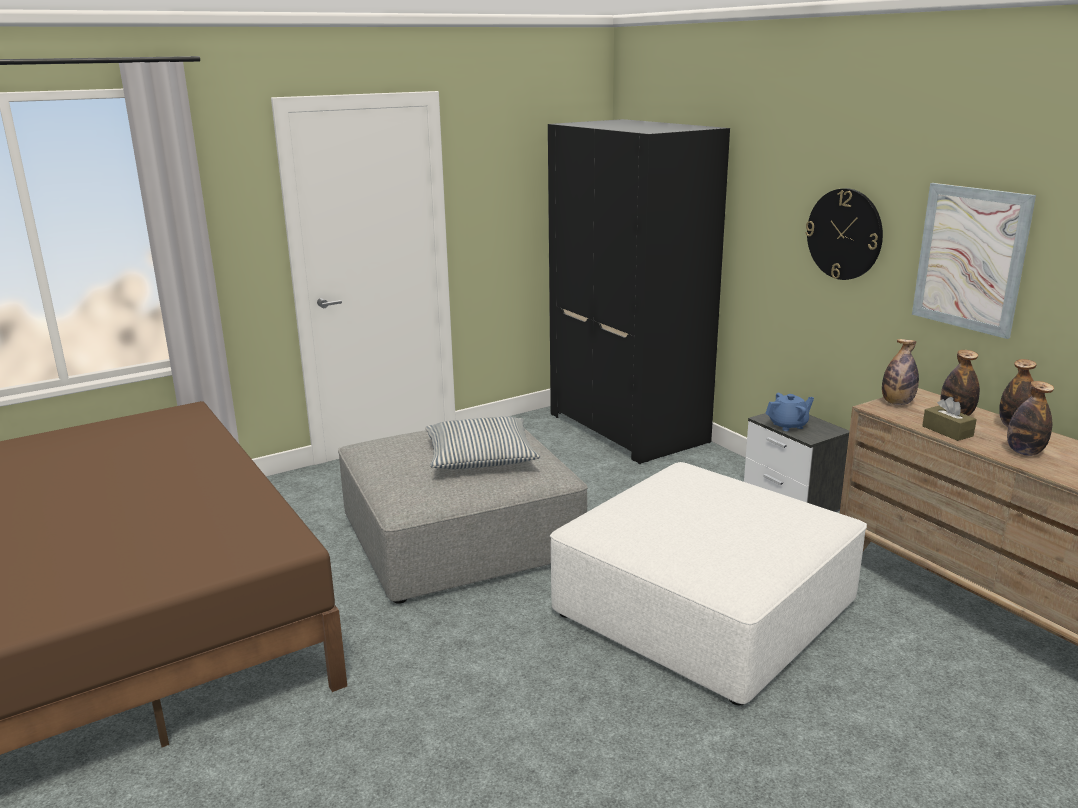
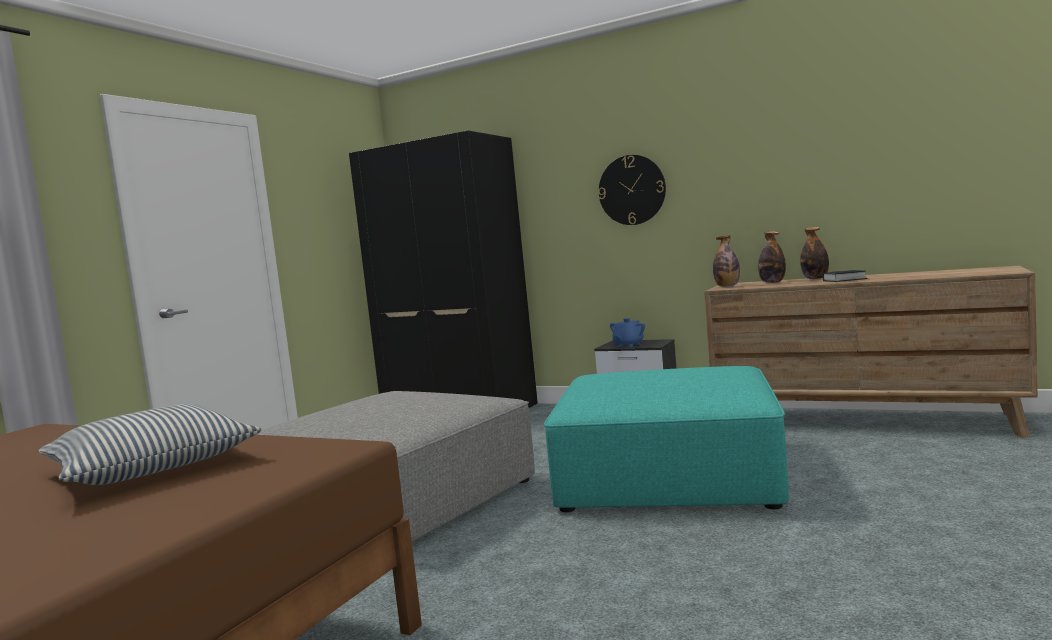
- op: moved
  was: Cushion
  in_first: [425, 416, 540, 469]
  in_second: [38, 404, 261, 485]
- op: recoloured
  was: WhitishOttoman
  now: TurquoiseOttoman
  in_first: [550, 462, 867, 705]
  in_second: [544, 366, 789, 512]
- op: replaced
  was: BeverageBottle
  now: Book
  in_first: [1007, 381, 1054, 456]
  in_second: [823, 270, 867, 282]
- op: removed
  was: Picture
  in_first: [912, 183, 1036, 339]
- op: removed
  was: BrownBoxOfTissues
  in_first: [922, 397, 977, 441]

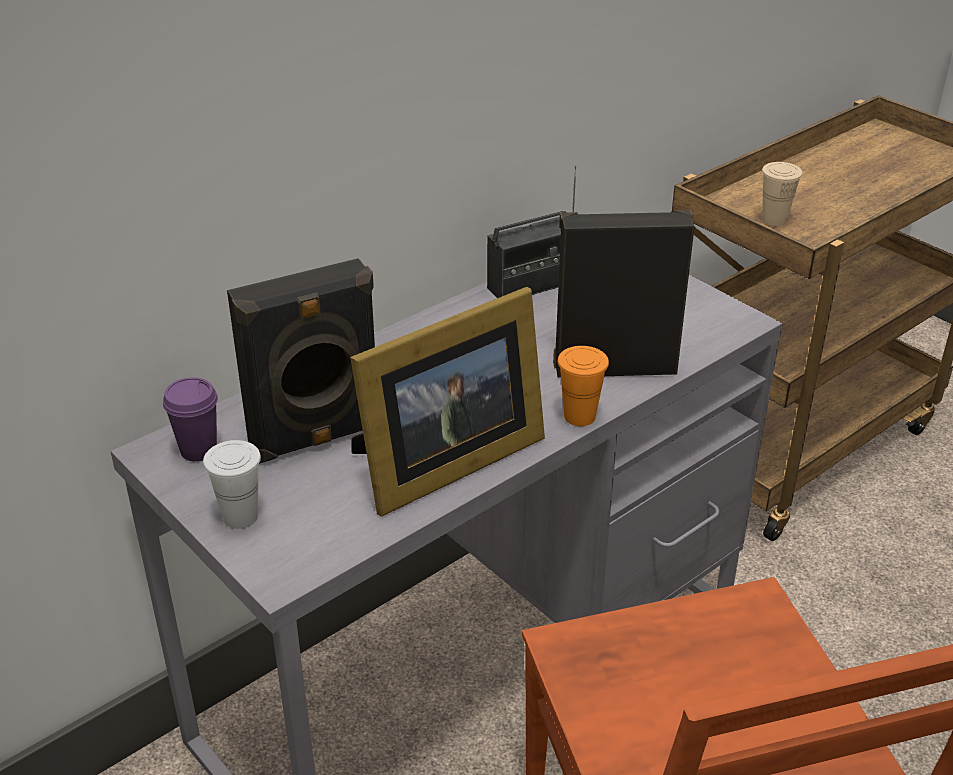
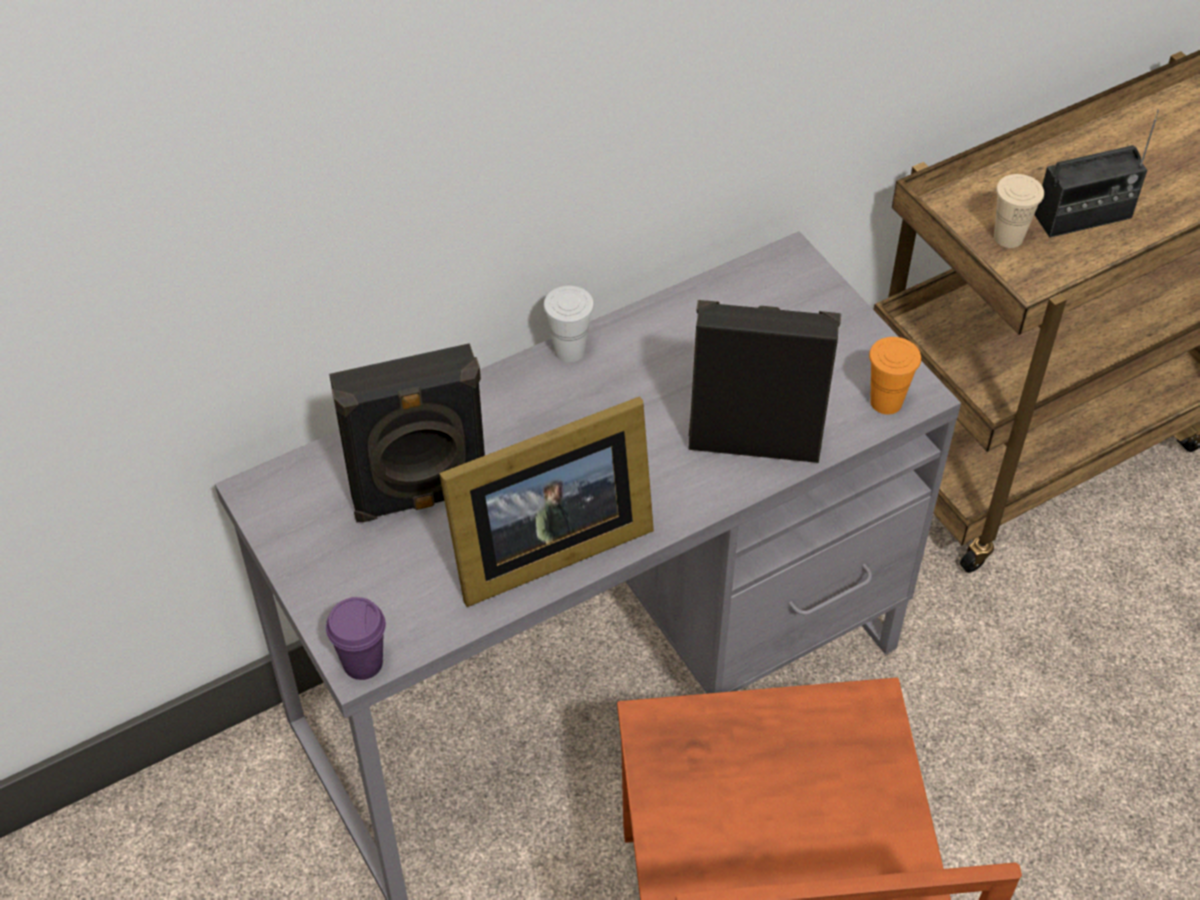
- op: moved
  was: PurplishDrinkingCup
  in_first: [163, 377, 218, 462]
  in_second: [326, 597, 386, 680]
- op: moved
  was: WhitishDrinkingCup
  in_first: [203, 440, 261, 529]
  in_second: [543, 286, 594, 362]
- op: moved
  was: OrangeyDrinkingCup
  in_first: [558, 346, 609, 426]
  in_second: [869, 337, 921, 415]
- op: moved
  was: RadioSet
  in_first: [487, 165, 576, 298]
  in_second: [1035, 109, 1159, 238]

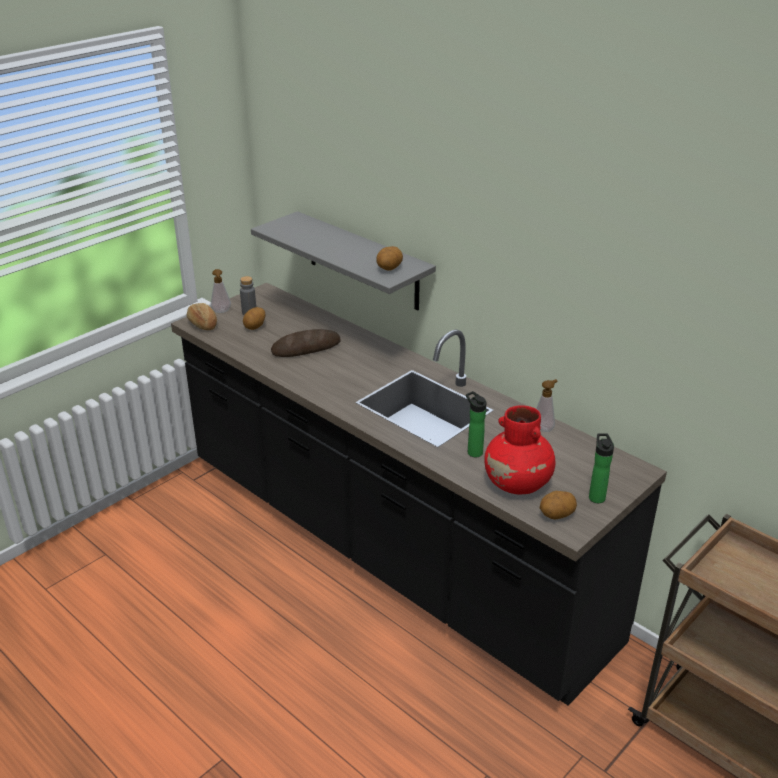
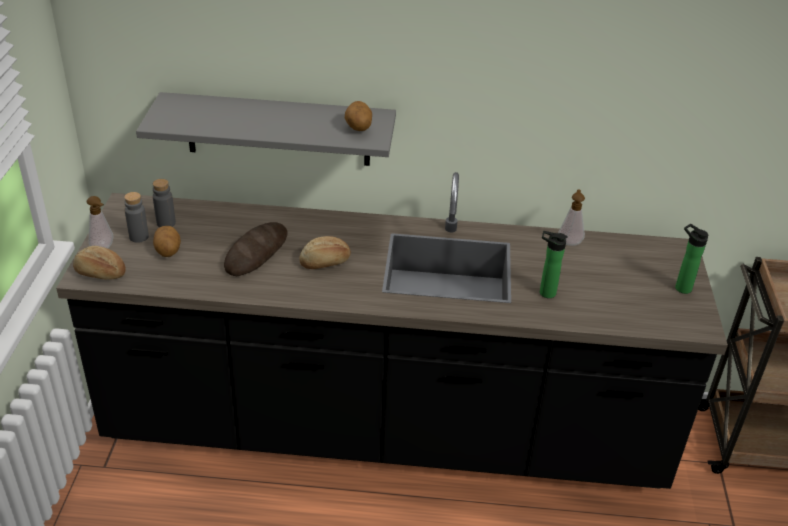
- op: added
  now: GreyishBeverageBottle
  in_second: [153, 179, 176, 227]
- op: added
  now: BakeryBread
  in_second: [299, 236, 351, 269]
- op: removed
  was: RedVase
  in_first: [484, 405, 555, 494]
- op: removed
  was: Spud
  in_first: [540, 491, 577, 519]

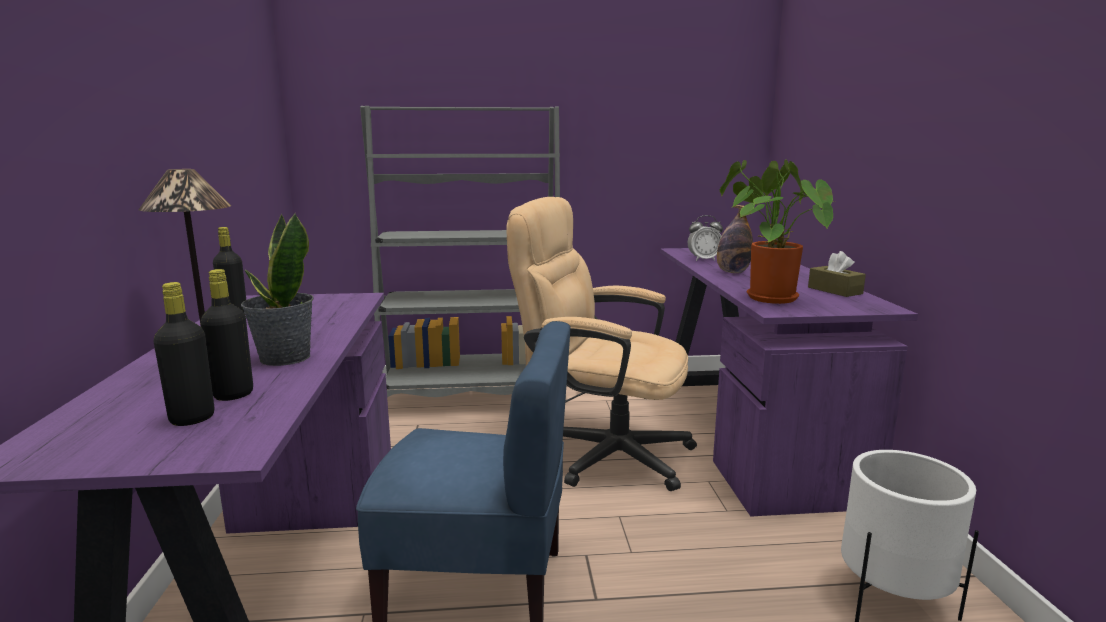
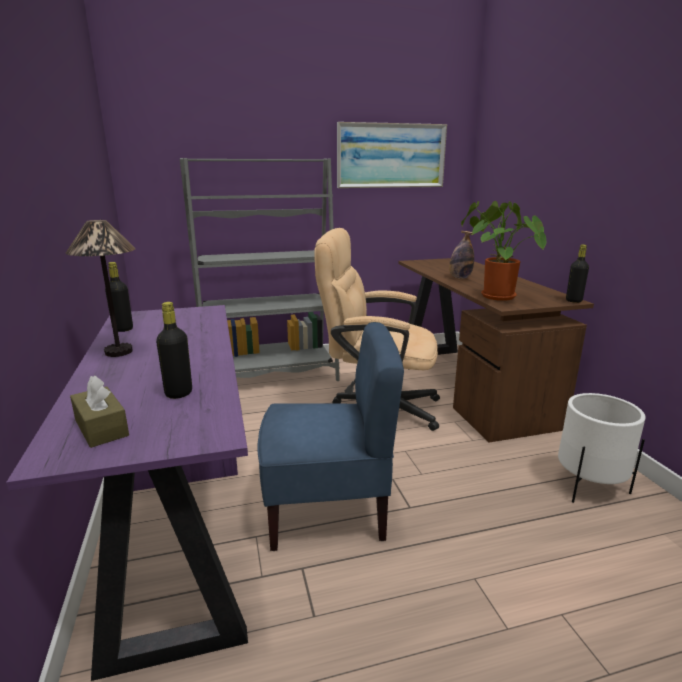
- op: moved
  was: BrownBoxOfTissues
  in_first: [808, 251, 866, 297]
  in_second: [70, 375, 129, 448]
- op: added
  now: Picture
  in_second: [337, 122, 447, 188]
- op: recoloured
  was: PurplishDeskTable
  now: BrownDeskTable
  in_first: [660, 248, 918, 517]
  in_second: [398, 258, 594, 443]
- op: moved
  was: BlackishBeverageBottle
  in_first: [153, 282, 214, 426]
  in_second: [566, 244, 589, 303]
- op: removed
  was: PottedPlant
  in_first: [241, 213, 314, 366]
- op: removed
  was: AlarmClock
  in_first: [688, 215, 723, 261]

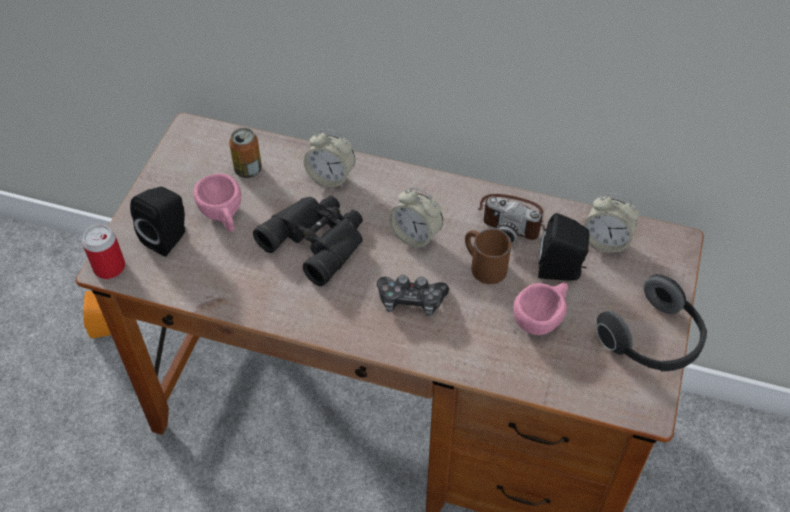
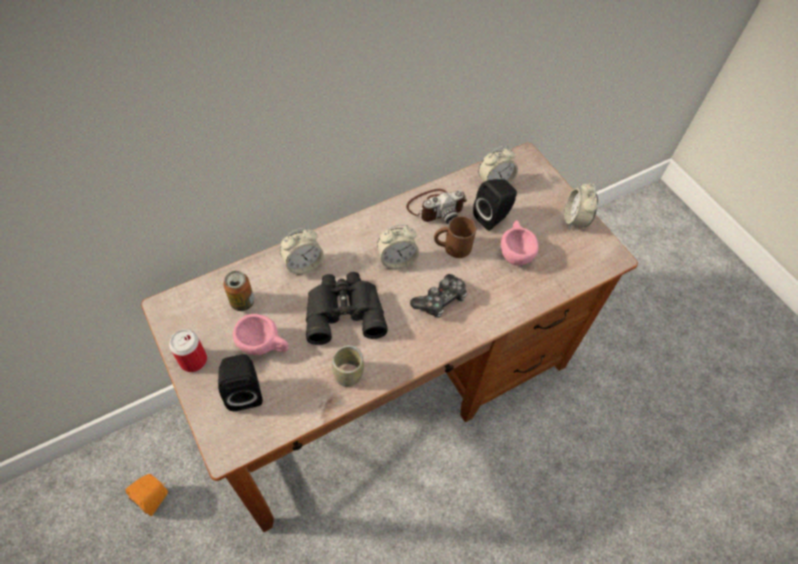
- op: moved
  was: MetalCan
  in_first: [82, 224, 125, 279]
  in_second: [169, 329, 207, 372]
- op: added
  now: DrinkingCup
  in_second: [332, 345, 364, 387]
- op: replaced
  was: PairOfHeadphones
  now: AlarmClock
  in_first: [596, 274, 707, 371]
  in_second: [564, 183, 598, 229]

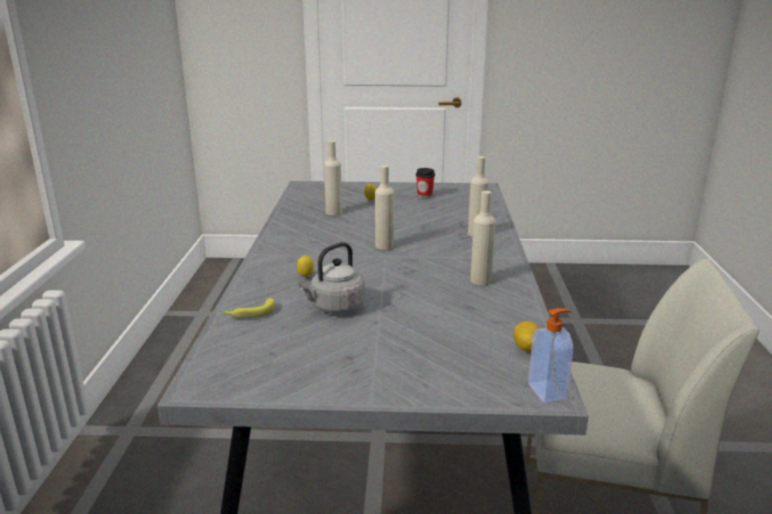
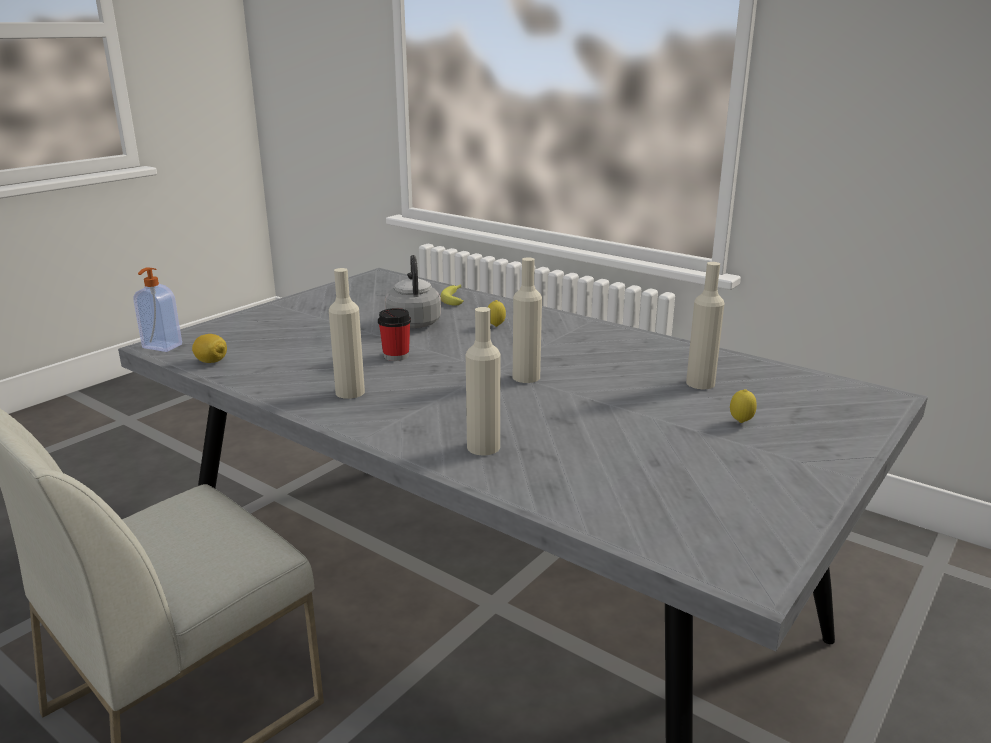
- op: moved
  was: DrinkingCup
  in_first: [416, 168, 435, 199]
  in_second: [378, 308, 411, 361]

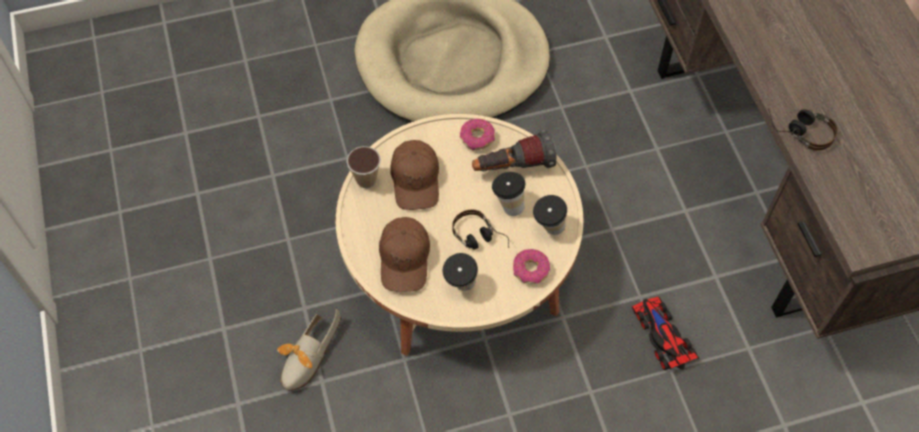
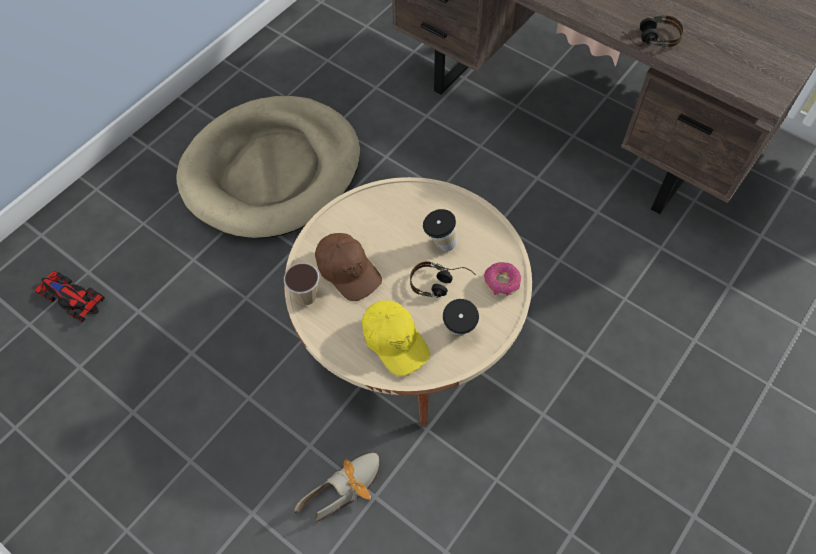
- op: moved
  was: ToyCar
  in_first: [632, 297, 699, 370]
  in_second: [34, 271, 105, 323]
- op: turned
  was: ItemOfFootwear
  in_first: [277, 309, 341, 391]
  in_second: [294, 452, 380, 522]
  clockwise: -120
- op: recoloured
  was: BrownBaseballCap
  now: YellowishBaseballCap
  in_first: [379, 217, 430, 292]
  in_second: [362, 301, 430, 376]
- op: removed
  was: Donut
  in_first: [460, 119, 495, 150]
- op: removed
  was: HandTorch
  in_first: [472, 130, 557, 171]
- op: removed
  was: DrinkingCup
  in_first: [533, 195, 567, 235]

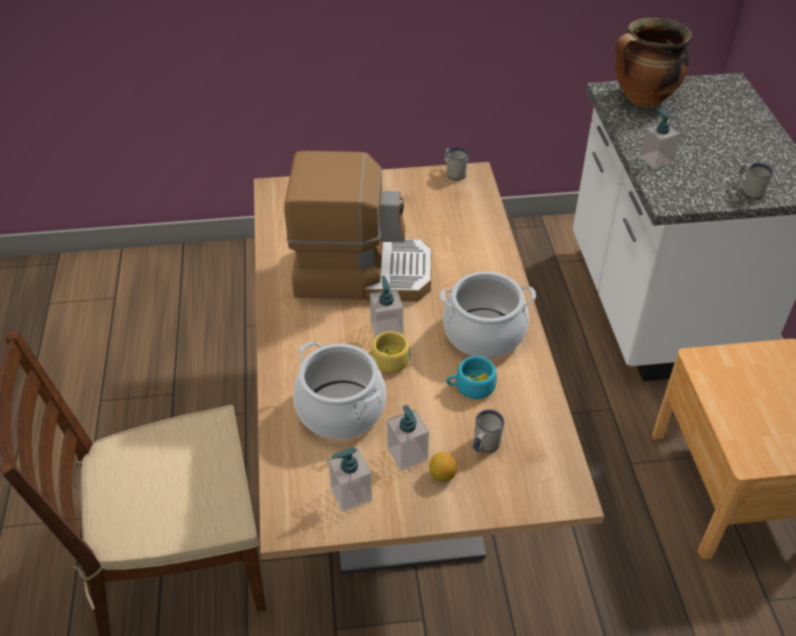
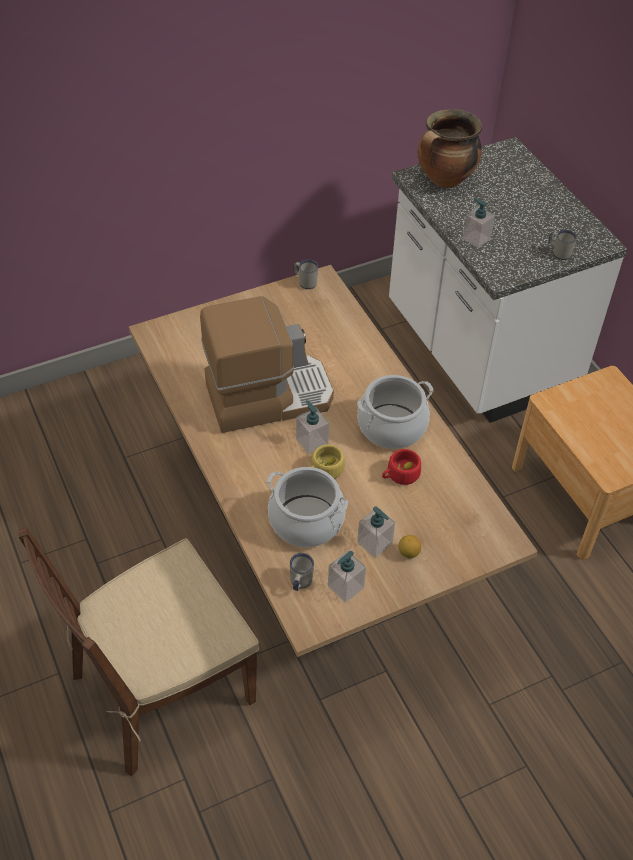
- op: moved
  was: WhitishCoffeeMug
  in_first: [473, 409, 504, 453]
  in_second: [290, 553, 314, 591]
- op: recoloured
  was: TurquoiseDrinkingCup
  now: RedDrinkingCup
  in_first: [446, 356, 497, 399]
  in_second: [382, 449, 421, 485]

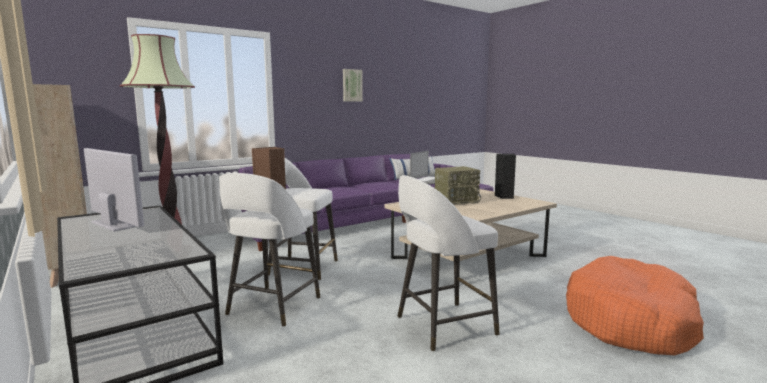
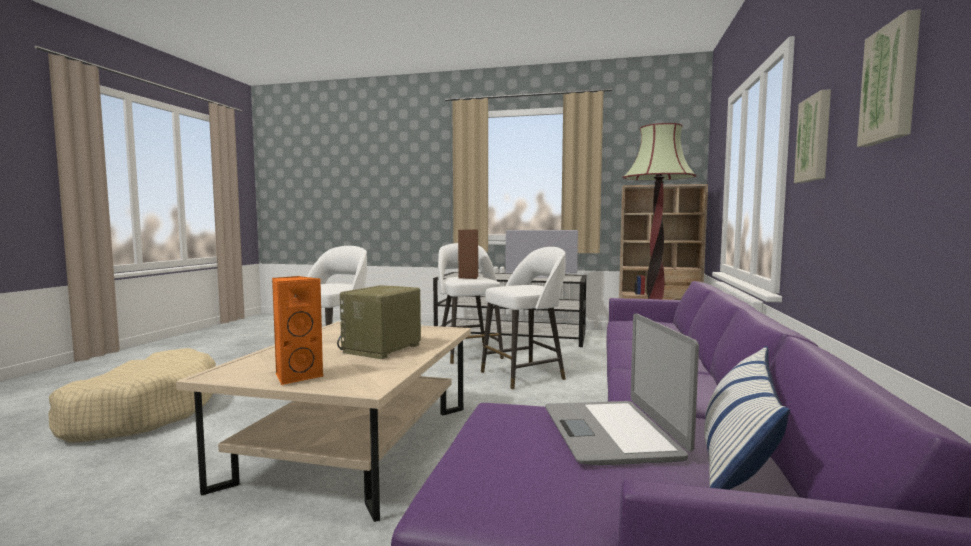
- op: recoloured
  was: OrangeyPetBed
  now: SandColouredPetBed
  in_first: [566, 256, 704, 355]
  in_second: [49, 348, 216, 443]
- op: recoloured
  was: BlackishLoudspeaker
  now: OrangeyLoudspeaker
  in_first: [495, 154, 516, 199]
  in_second: [272, 276, 324, 385]
- op: added
  now: Picture
  in_second: [794, 89, 831, 183]

